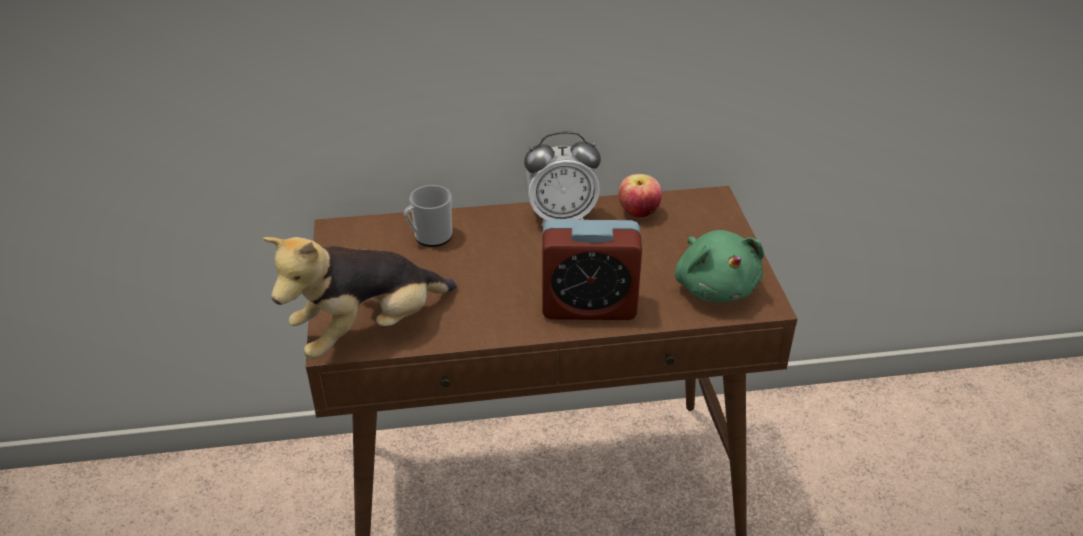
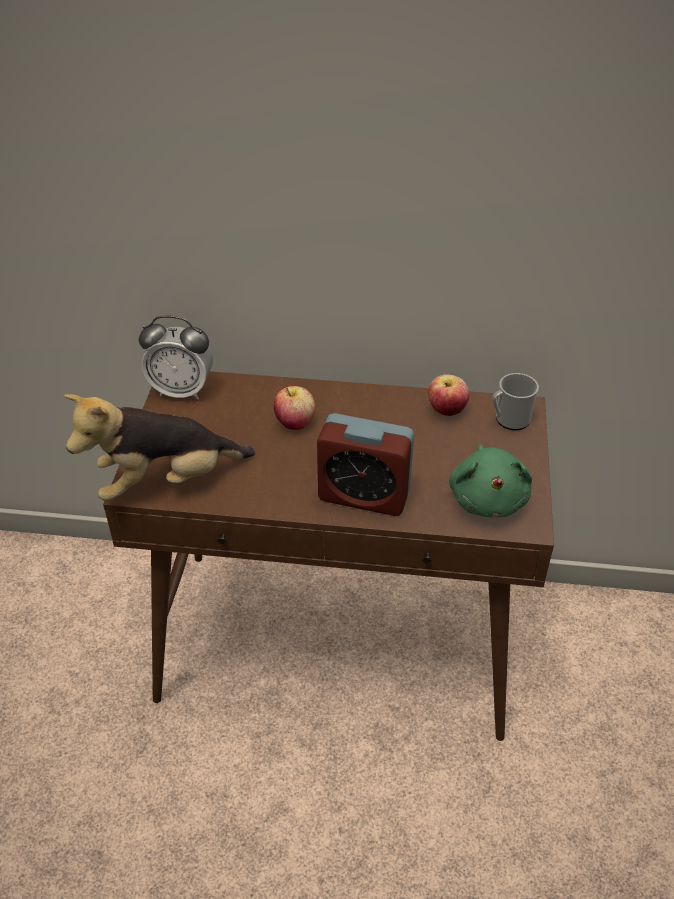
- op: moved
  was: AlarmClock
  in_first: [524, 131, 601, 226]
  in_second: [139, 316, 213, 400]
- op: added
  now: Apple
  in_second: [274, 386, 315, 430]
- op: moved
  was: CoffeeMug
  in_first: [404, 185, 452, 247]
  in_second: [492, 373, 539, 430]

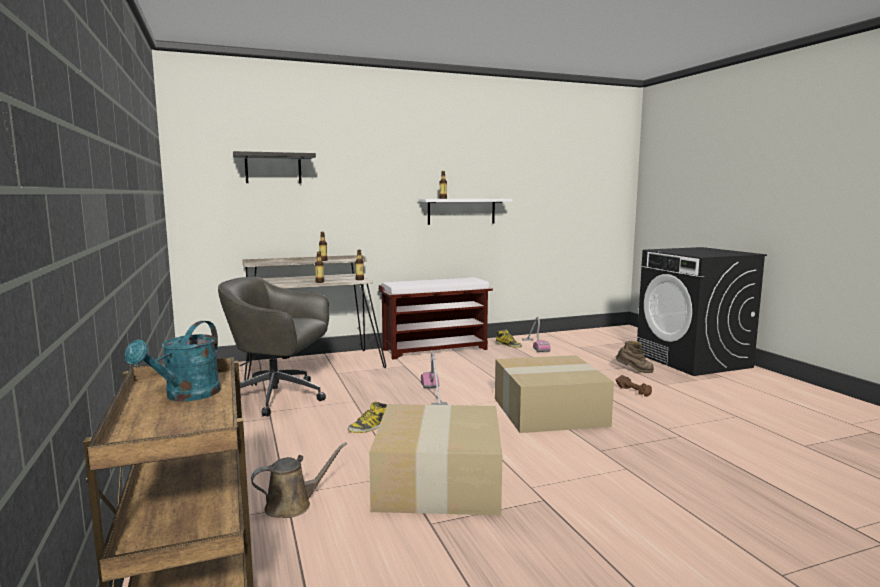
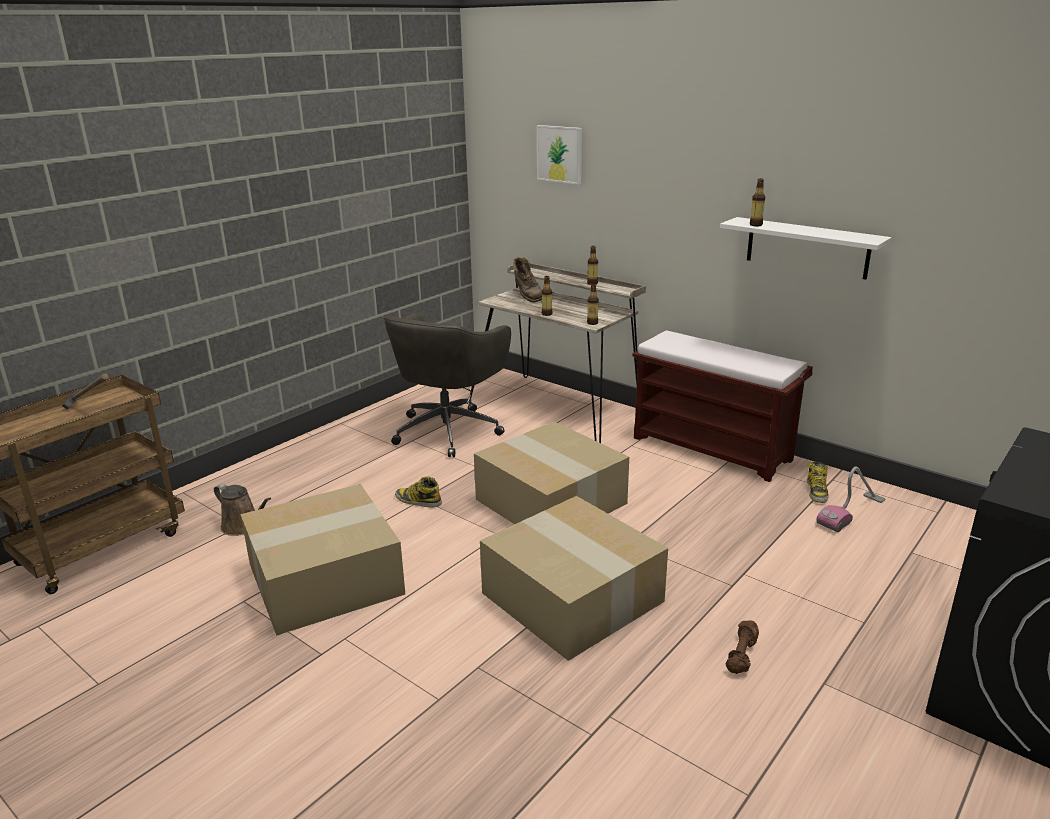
- op: replaced
  was: TurquoiseWateringCan
  now: ToolHammer
  in_first: [125, 321, 221, 401]
  in_second: [62, 374, 109, 409]
- op: turned
  was: GreyishOfficeChair
  in_first: [218, 276, 329, 416]
  in_second: [384, 313, 511, 457]
  clockwise: -135
- op: replaced
  was: VacuumCleaner
  now: PackingBox
  in_first: [421, 352, 448, 405]
  in_second: [474, 421, 629, 524]
- op: moved
  was: BrownHighTopBoot
  in_first: [616, 341, 654, 373]
  in_second: [513, 257, 542, 303]
- op: replaced
  was: BracketShelf
  now: Picture
  in_first: [233, 151, 316, 184]
  in_second: [537, 125, 582, 185]

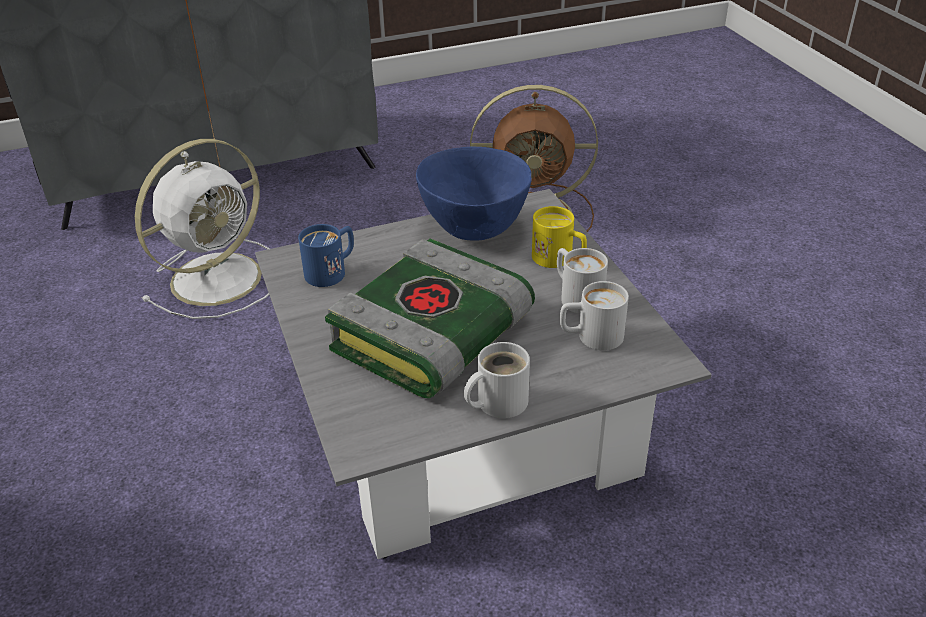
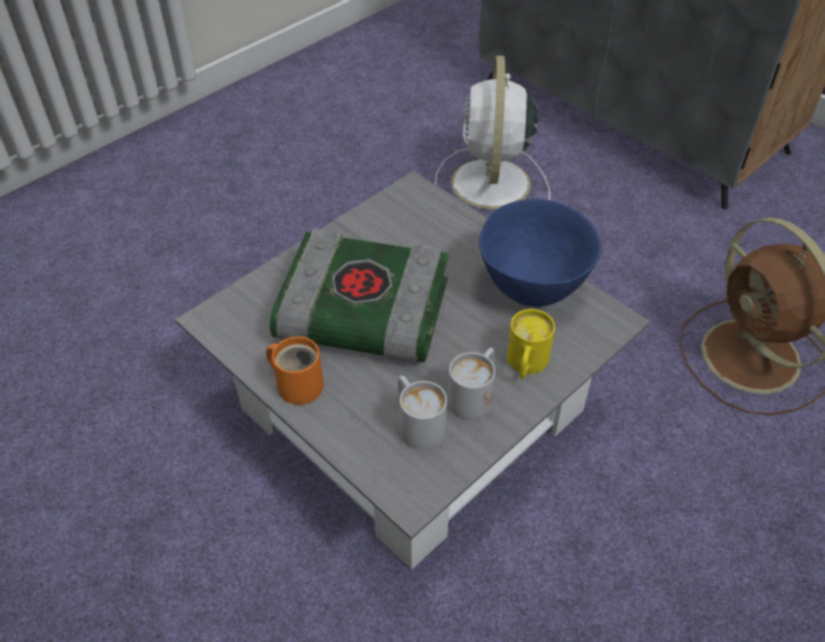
- op: recoloured
  was: WhitishCoffeeMug
  now: OrangeyCoffeeMug
  in_first: [464, 342, 530, 418]
  in_second: [266, 336, 323, 405]
- op: turned
  was: WhitishCoolingFan
  in_first: [135, 139, 270, 319]
  in_second: [435, 55, 550, 210]
  clockwise: 75
- op: removed
  was: BluishCoffeeMug
  in_first: [298, 224, 354, 287]

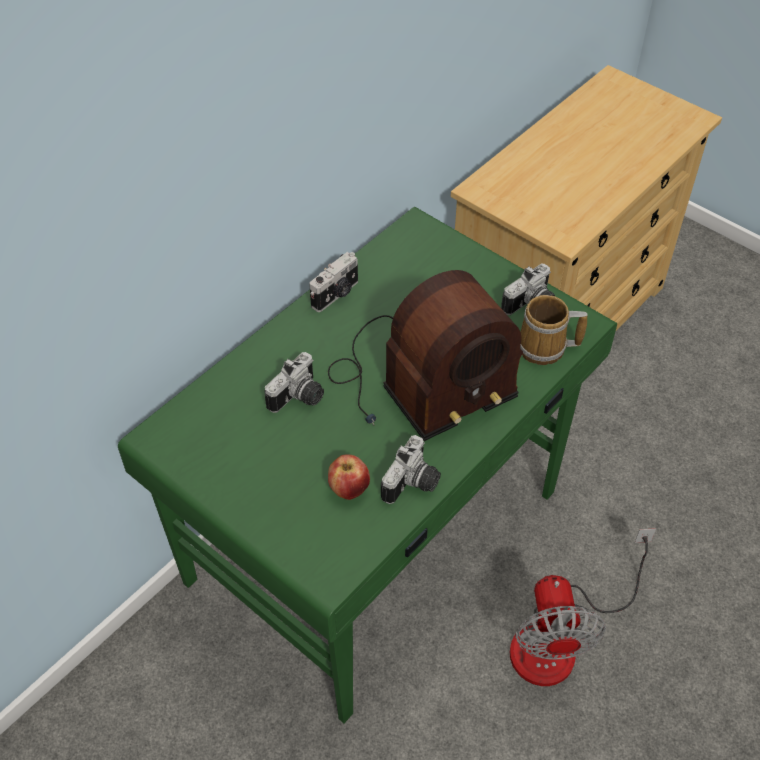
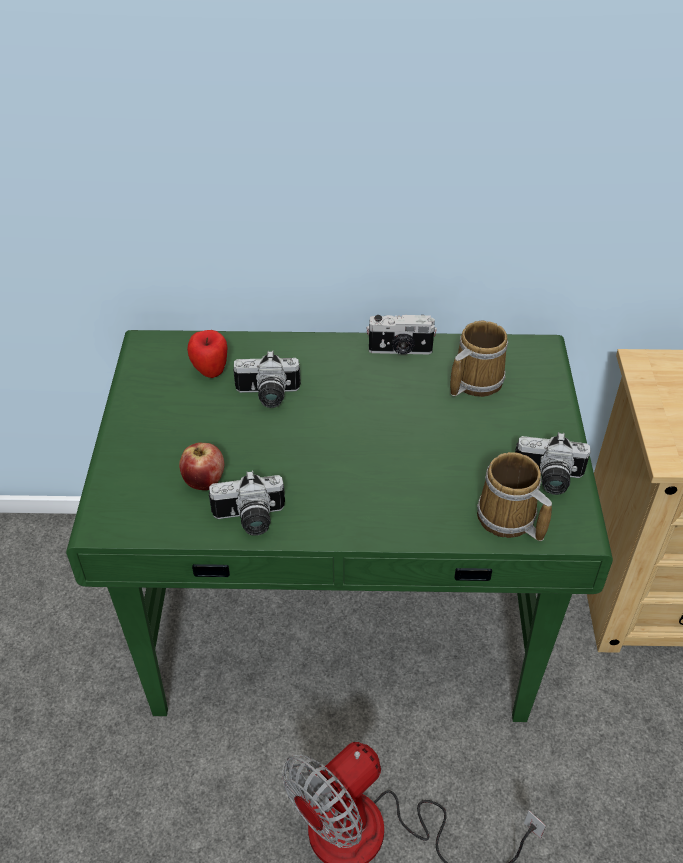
- op: added
  now: Apple
  in_second: [187, 330, 227, 378]
- op: added
  now: CoffeeMug
  in_second: [450, 321, 508, 397]
- op: removed
  was: RadioSet
  in_first: [328, 270, 523, 441]

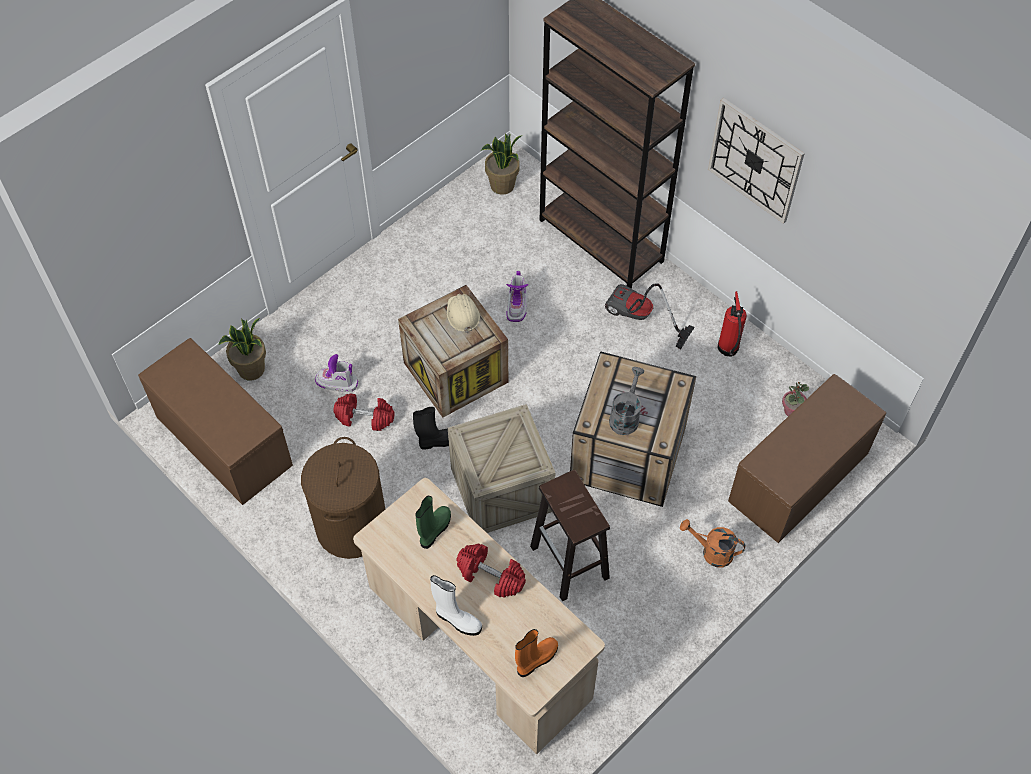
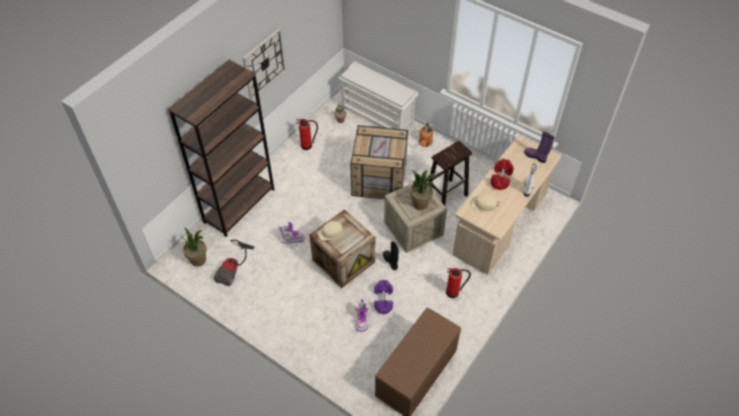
- op: moved
  was: VacuumCleaner
  in_first: [605, 283, 695, 349]
  in_second: [214, 239, 255, 287]
- op: replaced
  was: BrownLongSeat
  now: WhitishShoeShelf
  in_first: [728, 374, 886, 543]
  in_second: [338, 61, 419, 130]
- op: recoloured
  was: RedDumbbell
  now: PurplishDumbbell
  in_first: [333, 394, 395, 431]
  in_second: [374, 280, 393, 314]
- op: moved
  was: PottedPlant
  in_first: [218, 318, 266, 381]
  in_second: [410, 170, 438, 210]
- op: replaced
  was: BrownWashingBasket
  now: FireExtinguisher
  in_first: [301, 437, 385, 559]
  in_second: [446, 268, 471, 298]
- op: replaced
  was: GreenishHighTopBoot
  now: SandColouredHardHat
  in_first: [415, 496, 451, 549]
  in_second: [471, 194, 500, 212]
- op: recoloured
  was: OrangeyHighTopBoot
  now: PurplishHighTopBoot
  in_first: [515, 629, 558, 677]
  in_second: [524, 132, 554, 163]
- op: removed
  was: GreyishWateringCan
  in_first: [609, 367, 645, 435]

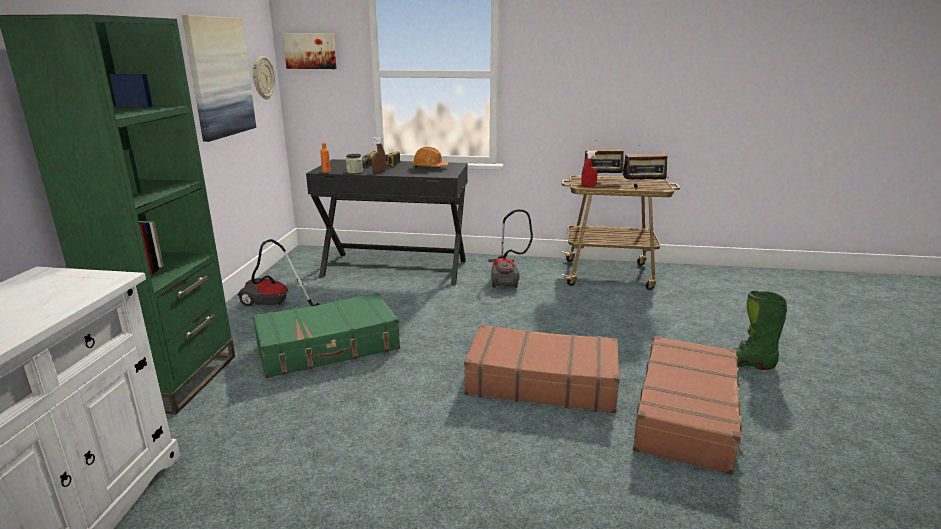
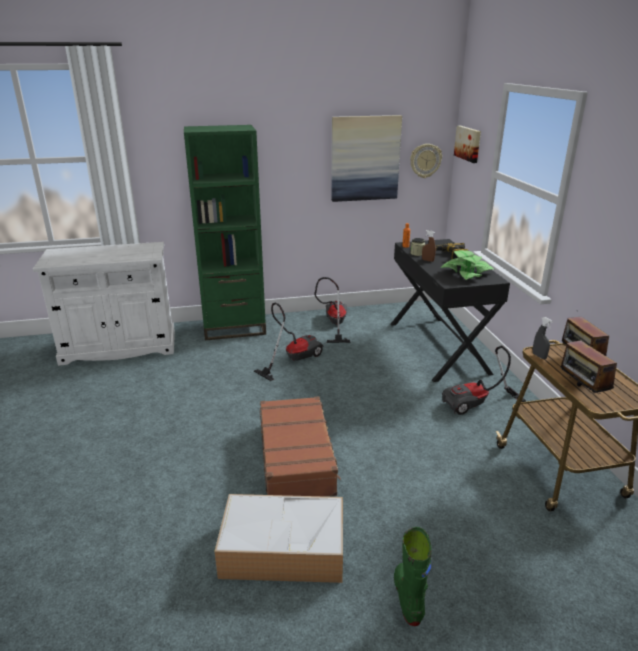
- op: replaced
  was: BrownTravelCase
  now: StorageContainer
  in_first: [633, 336, 744, 475]
  in_second: [214, 494, 343, 583]
- op: replaced
  was: GreenishTravelCase
  now: VacuumCleaner
  in_first: [253, 293, 400, 378]
  in_second: [254, 303, 323, 381]
- op: replaced
  was: OrangeyHardHat
  now: PottedPlant
  in_first: [412, 147, 448, 167]
  in_second: [441, 250, 495, 280]
- op: recoloured
  was: RedSprayer
  now: GreyishSprayer
  in_first: [581, 151, 597, 187]
  in_second: [533, 317, 553, 359]

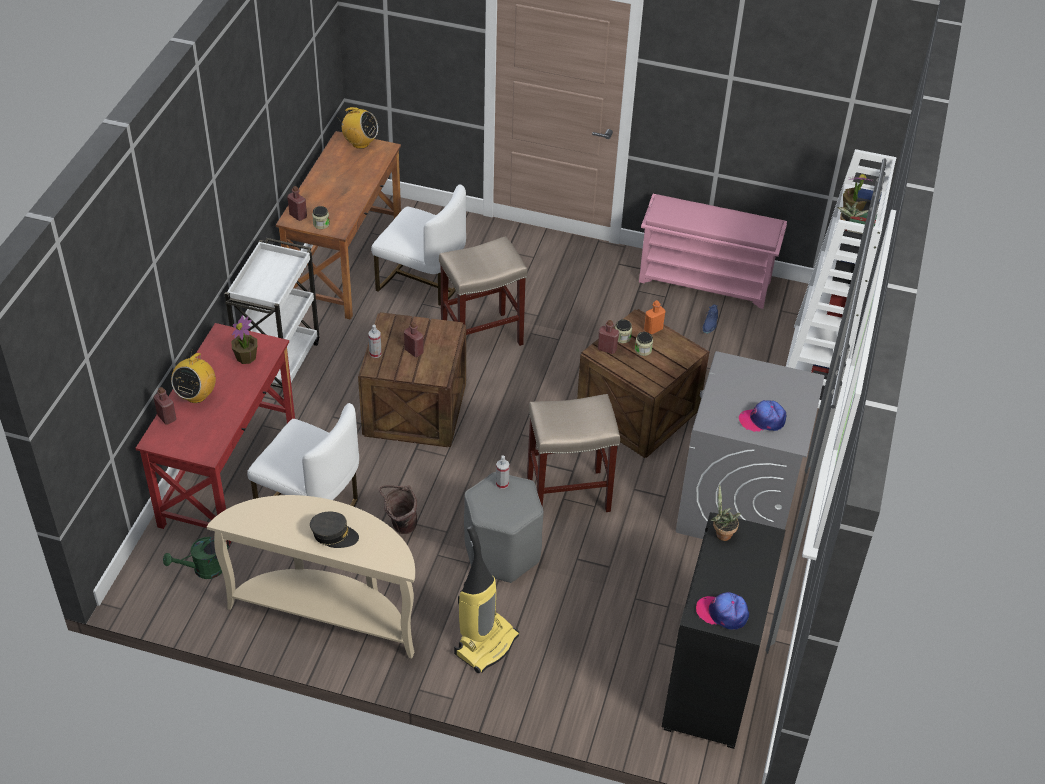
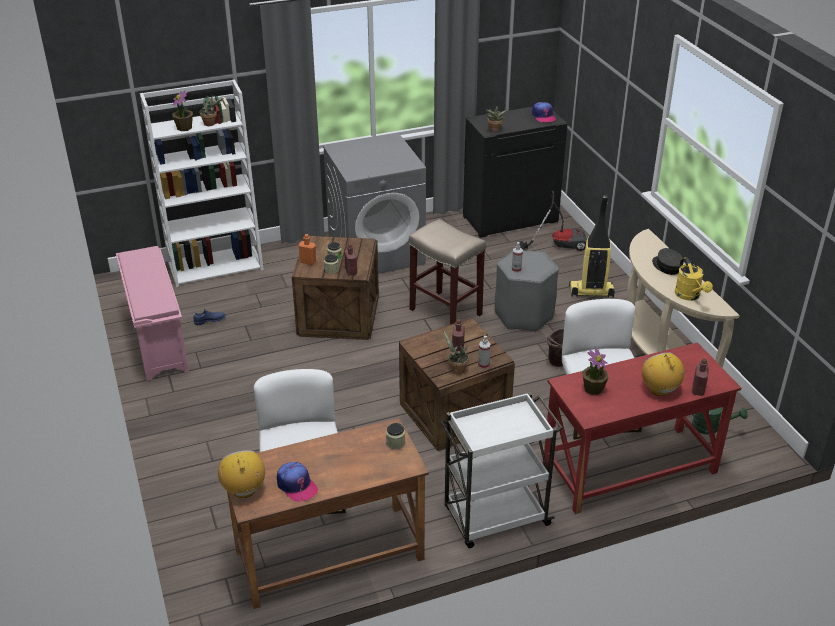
- op: moved
  was: BaseballCap
  in_first: [739, 400, 786, 432]
  in_second: [277, 462, 318, 502]
- op: added
  now: PottedPlant
  in_second: [444, 331, 469, 374]
- op: added
  now: VacuumCleaner
  in_second: [519, 190, 587, 251]
- op: turned
  was: RadioSet
  in_first: [171, 353, 216, 403]
  in_second: [642, 353, 687, 396]
  clockwise: -90
- op: added
  now: YellowishWateringCan
  in_second: [675, 257, 713, 301]
- op: removed
  was: RedBeverageBottle
  in_first: [287, 186, 307, 221]
- op: removed
  was: SandColouredStoolSeat
  in_first: [439, 236, 528, 346]

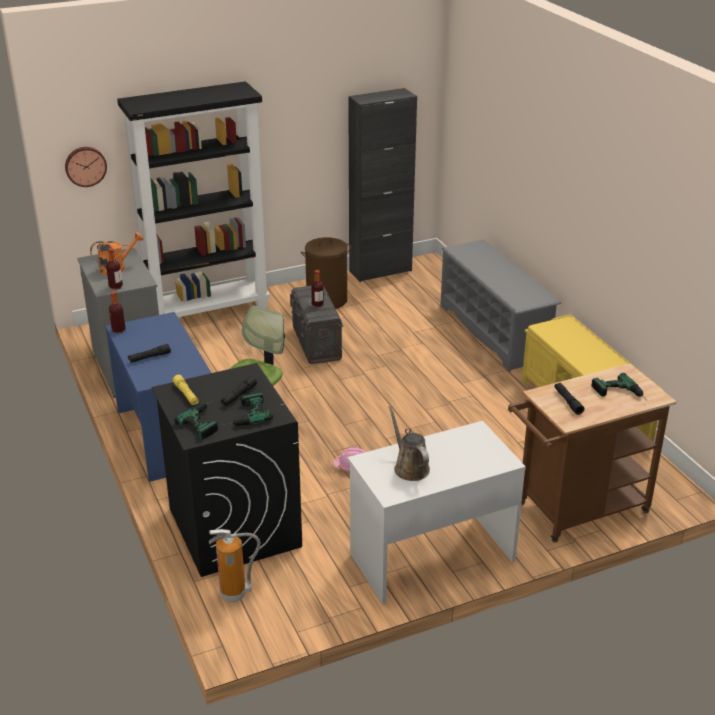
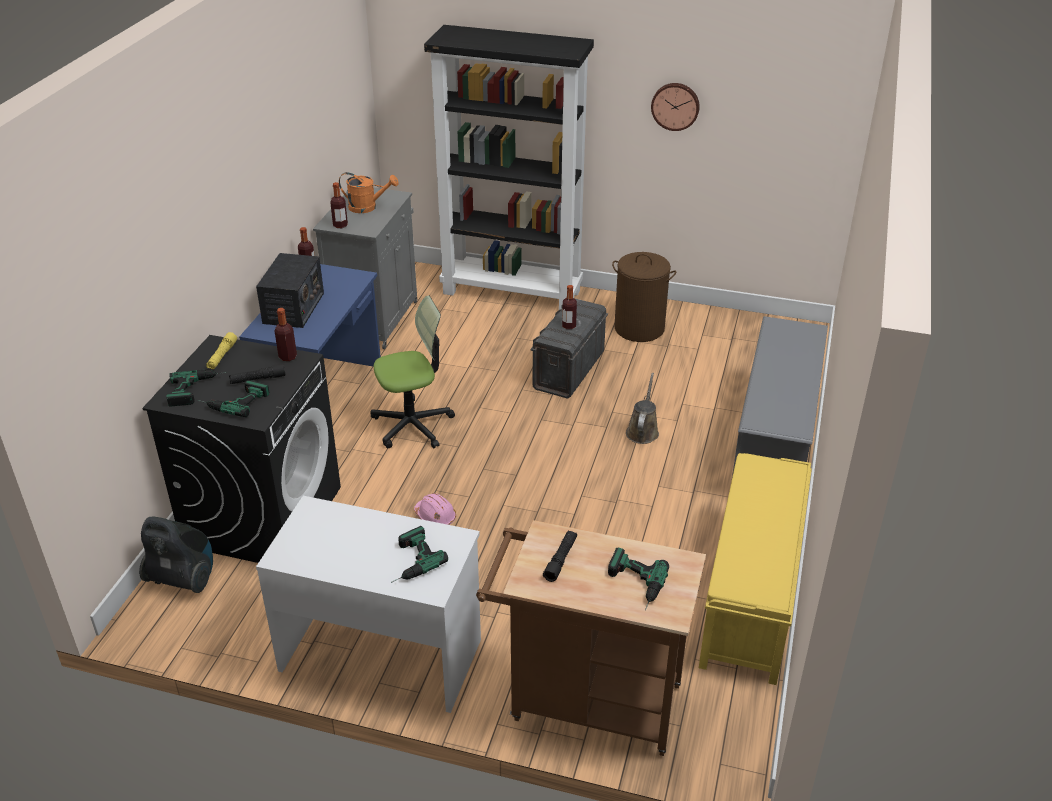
- op: replaced
  was: FireExtinguisher
  now: VacuumCleaner
  in_first: [209, 529, 261, 602]
  in_second: [139, 516, 213, 593]
- op: replaced
  was: BlackishHandTorch
  now: RadioSet
  in_first: [128, 344, 171, 363]
  in_second: [256, 253, 324, 328]
- op: added
  now: BeverageBottle
  in_second: [274, 308, 297, 361]
- op: added
  now: ElectricDrill
  in_second: [391, 526, 448, 583]
- op: moved
  was: BrownWateringCan
  in_first: [388, 406, 430, 481]
  in_second: [626, 373, 659, 444]
- op: moved
  was: WallClock
  in_first: [65, 147, 107, 187]
  in_second: [651, 83, 700, 131]
- op: removed
  was: BlackishStorageCabinet
  in_first: [348, 88, 417, 282]

